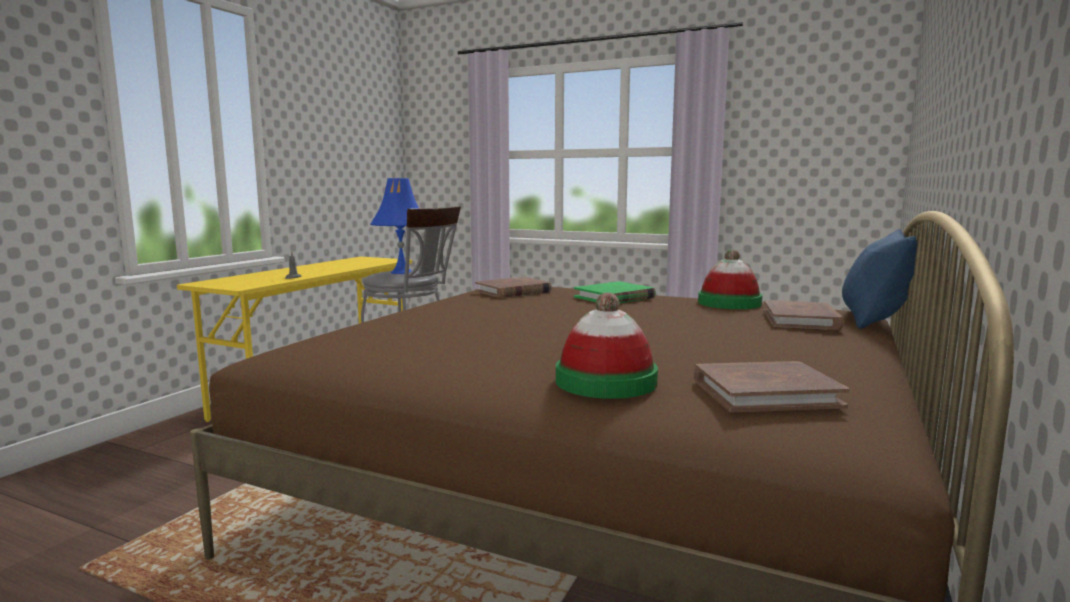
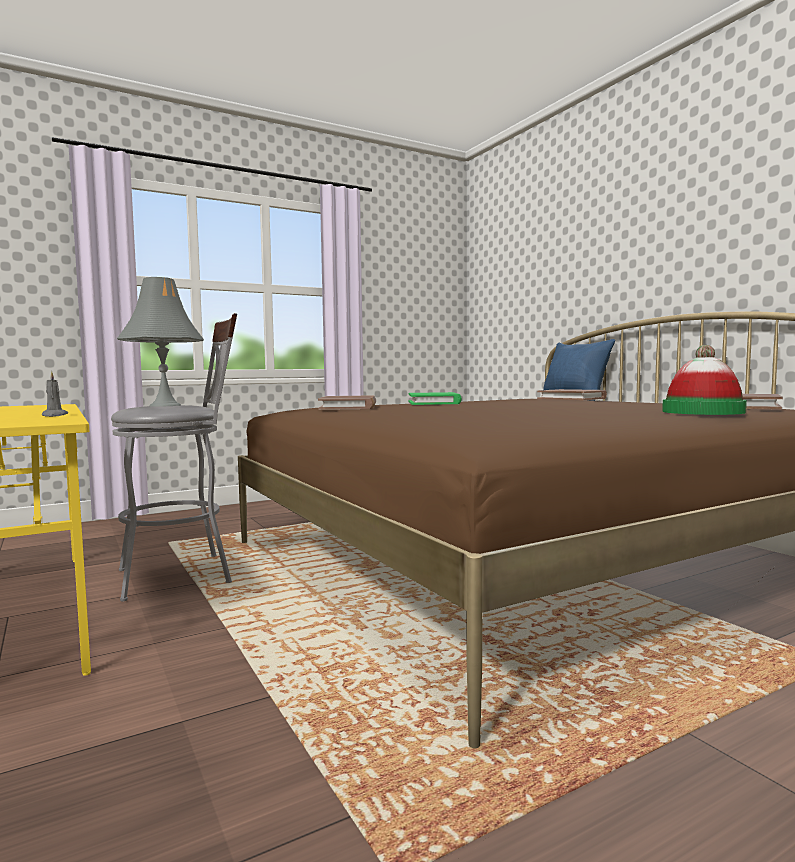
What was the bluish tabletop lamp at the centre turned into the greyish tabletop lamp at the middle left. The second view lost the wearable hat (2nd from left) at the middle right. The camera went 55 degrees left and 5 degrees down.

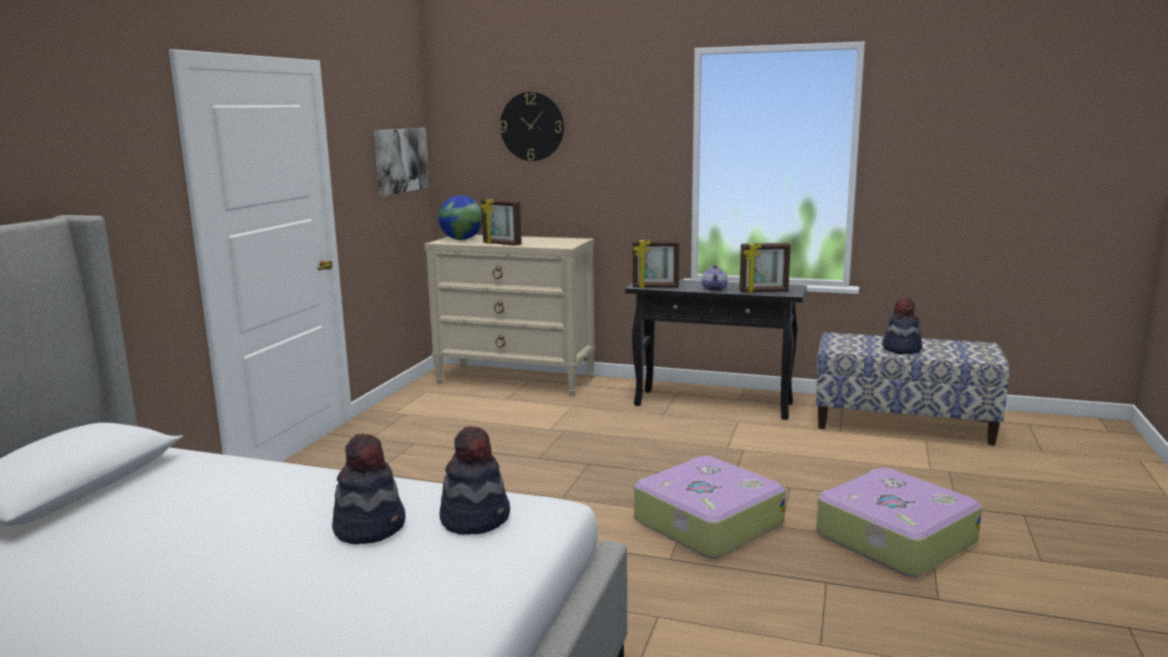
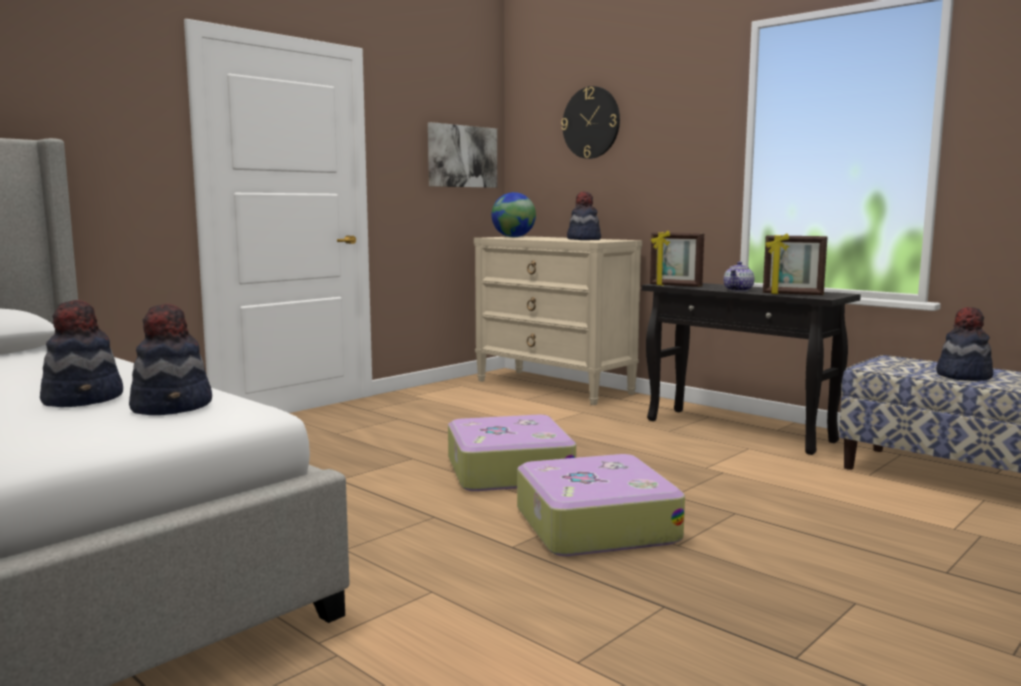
The second view lost the standing frame (1st from left) at the centre. The suitcase (2nd from left in the first image) ended up elsewhere, having gone from the bottom right to the centre. The second view gained the wearable hat (3rd from left) at the top centre. The camera went 25 degrees right and 5 degrees down.

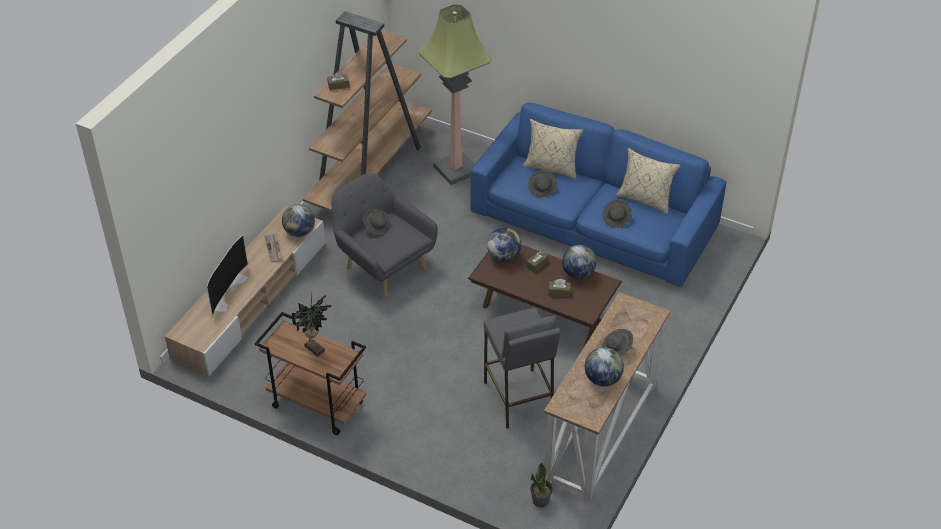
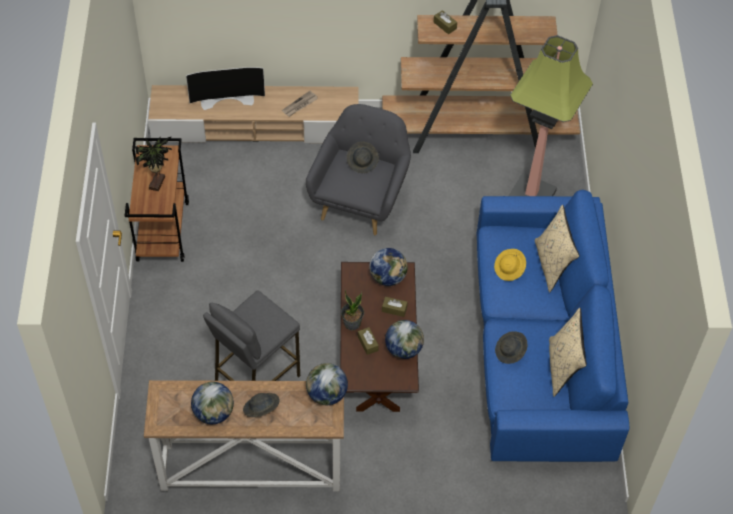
The globe (1st from left in the first image) ended up elsewhere, having gone from the middle left to the bottom centre. What was the greyish wearable hat (2nd from left) at the centre turned into the yellow wearable hat at the middle right. The houseplant (2nd from left) ended up elsewhere, having gone from the bottom centre to the centre. The camera went 60 degrees right and 10 degrees up.

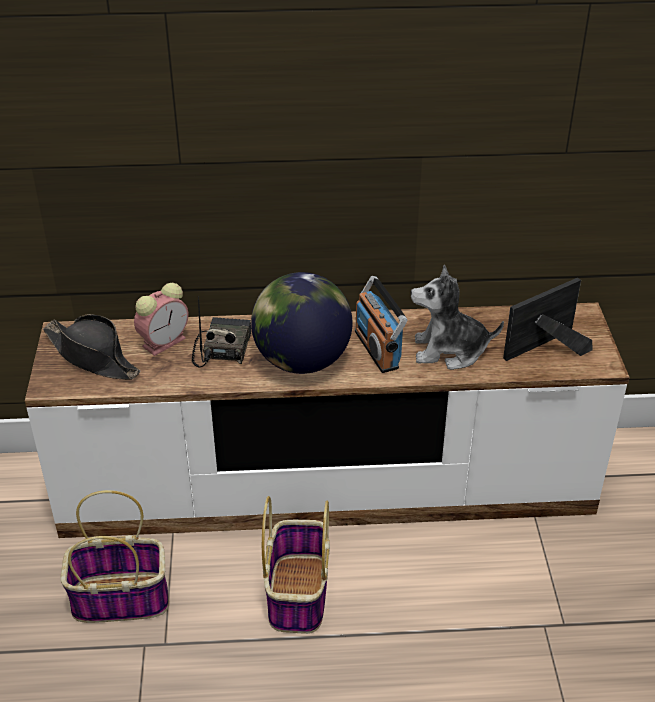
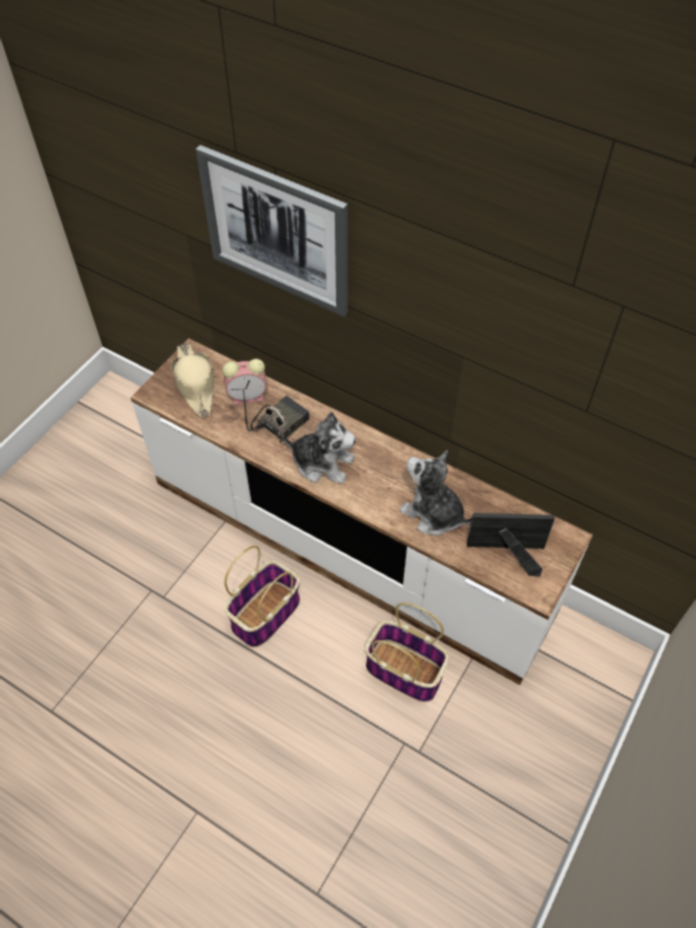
What was the blackish wearable hat at the middle left turned into the beige-coloured wearable hat at the middle left. The storage basket (1st from left in the first image) ended up elsewhere, having gone from the bottom left to the bottom centre. Where the globe stood at the centre, the cuddly toy (1st from left) came to stand at the centre. The second view lost the radio receiver (2nd from left) at the centre. The second view gained the wall art at the top centre. The camera went 35 degrees right and 15 degrees up.

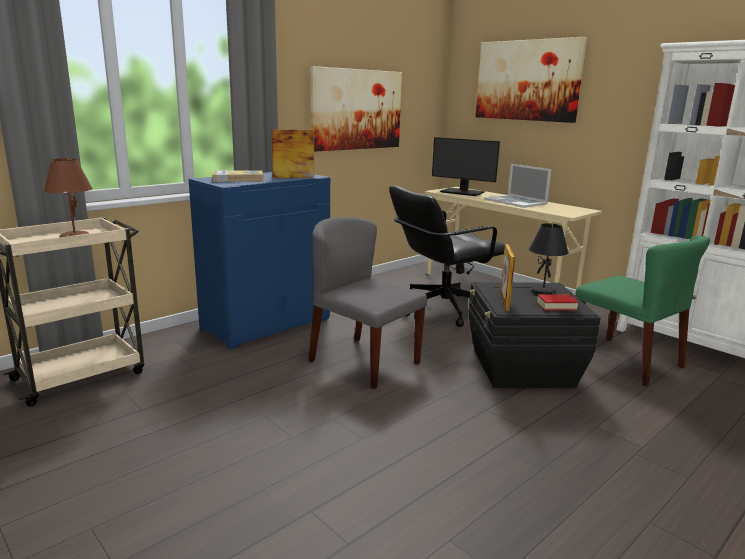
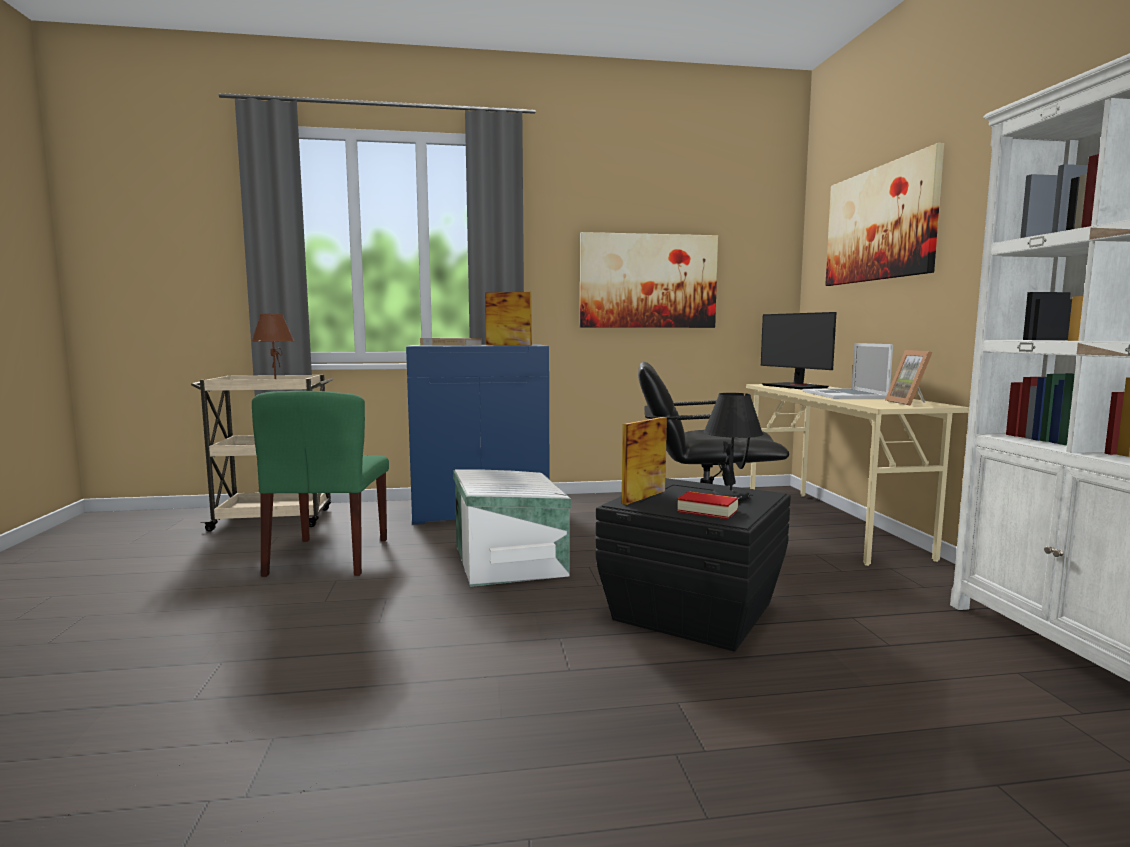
Where the greyish plain chair stood at the centre, the white-coloured storage container came to stand at the centre. The green-coloured plain chair ended up elsewhere, having gone from the middle right to the middle left. The second view gained the standing frame (3rd from left) at the middle right. The camera went 35 degrees right and 10 degrees down.

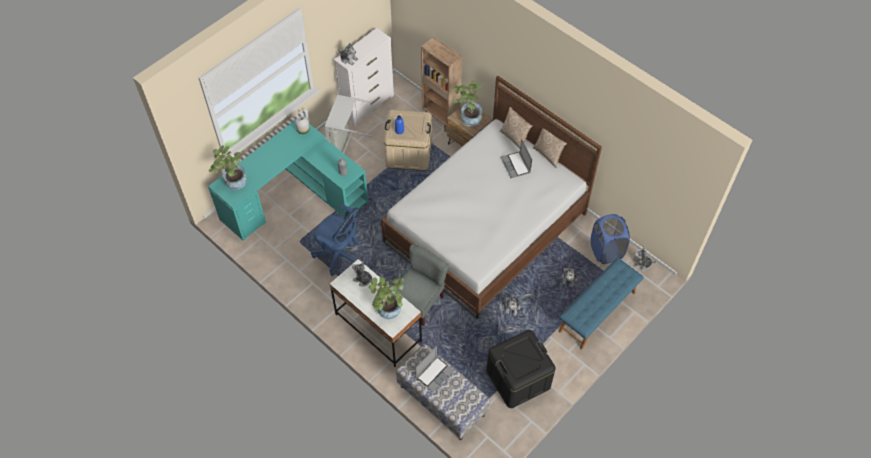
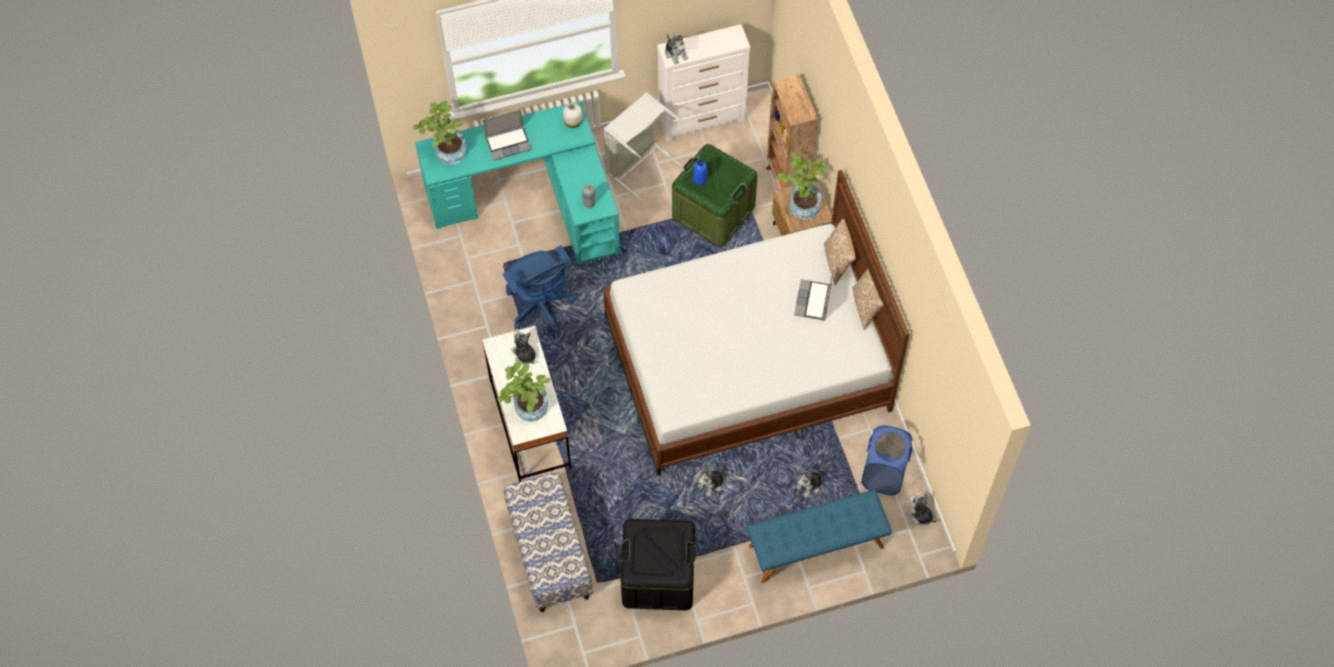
What was the beige-coloured storage container at the top centre turned into the green-coloured storage container at the top centre. The second view lost the greyish plain chair at the centre. The notebook computer (1st from left) ended up elsewhere, having gone from the bottom centre to the top centre. The camera went 30 degrees right and 5 degrees up.

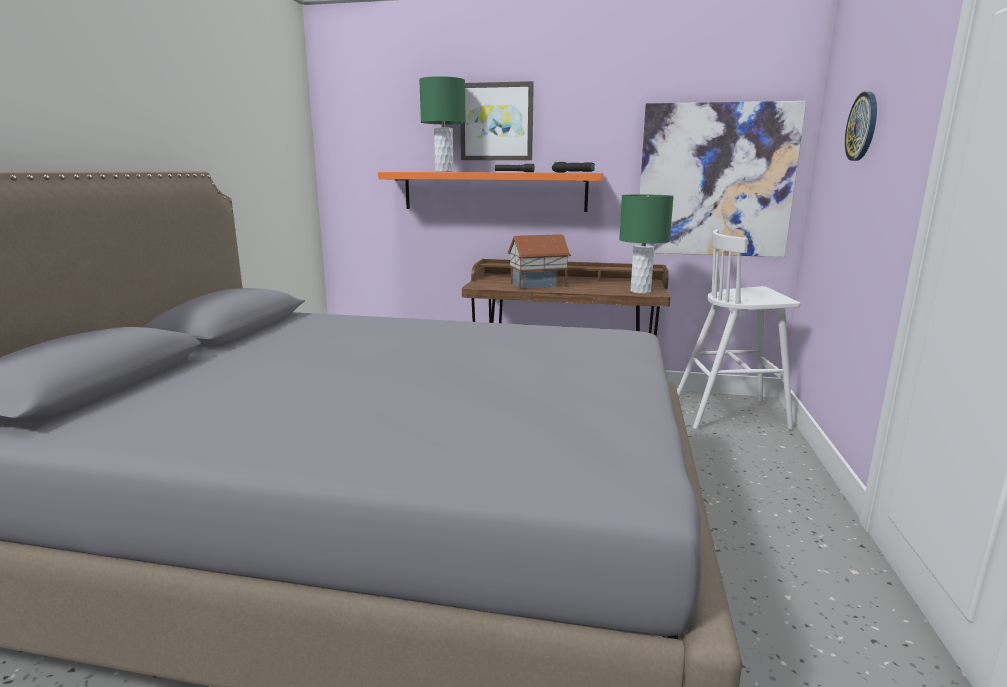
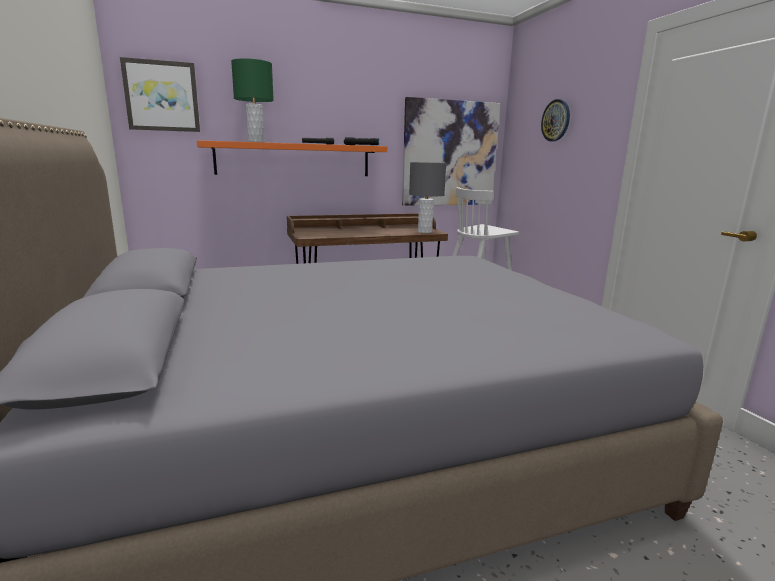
The wall art (1st from left) ended up elsewhere, having gone from the top centre to the top left. The second view lost the miniature house at the centre. What was the green-coloured tabletop lamp (2nd from left) at the centre turned into the greyish tabletop lamp at the centre. The camera went 30 degrees left and 0 degrees up.

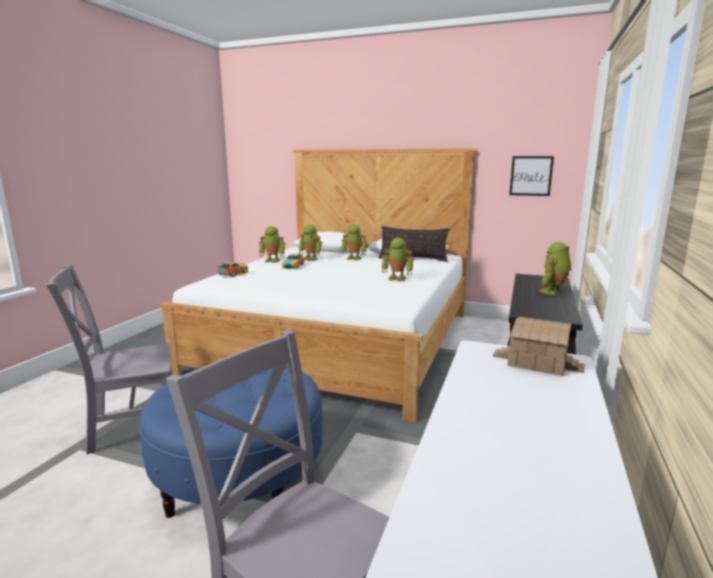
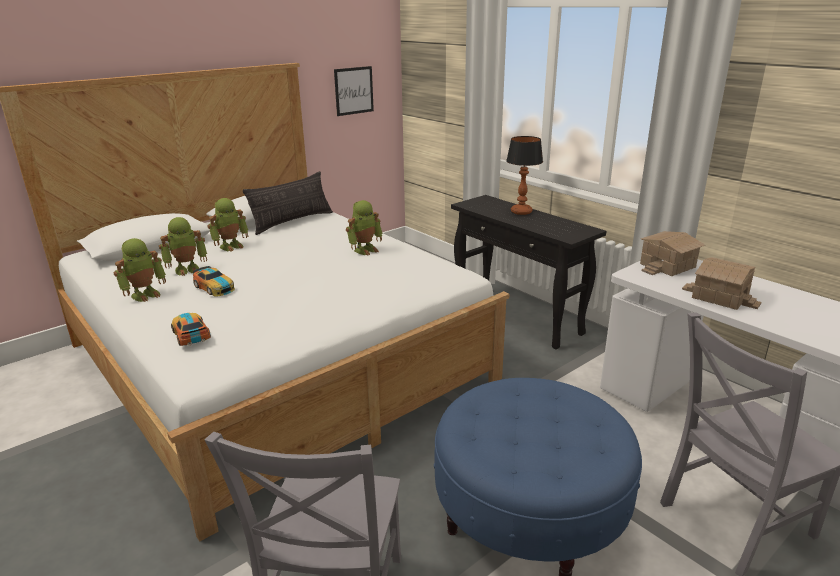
Where the robot figure (5th from left) stood at the middle right, the tabletop lamp came to stand at the top centre. The second view gained the miniature house (2nd from left) at the middle right. The camera went 60 degrees left and 10 degrees up.

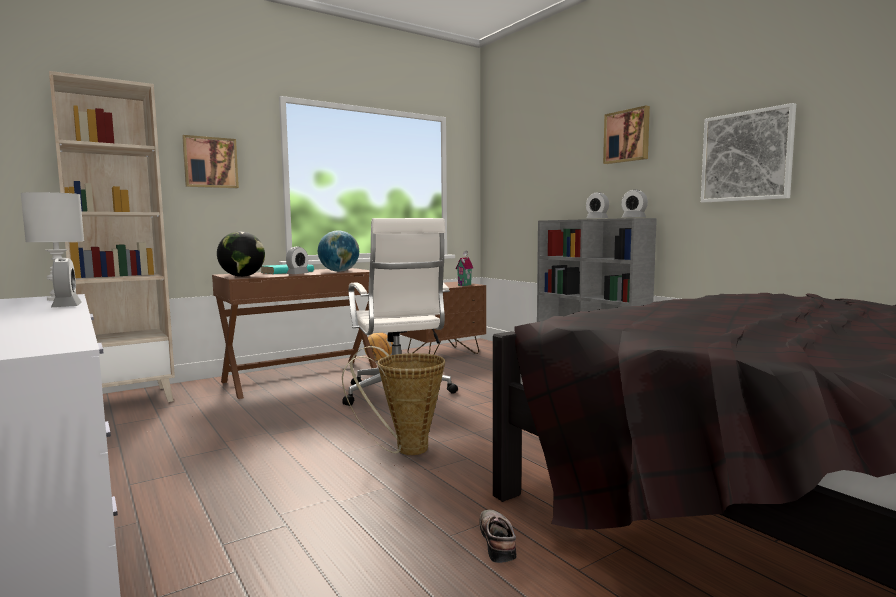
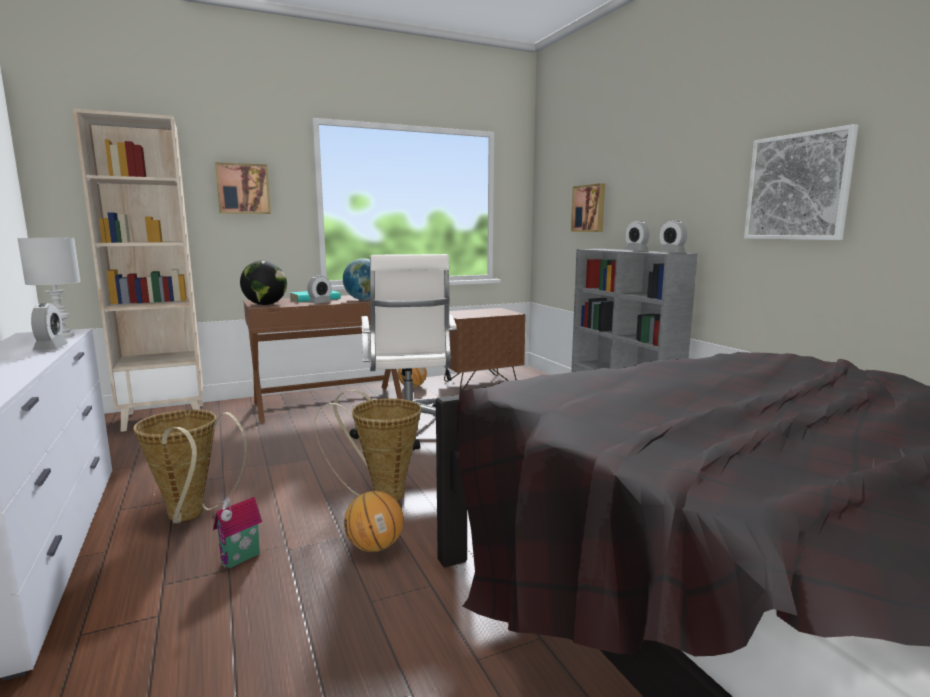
The miniature house ended up elsewhere, having gone from the centre to the bottom left. The second view lost the item of footwear at the bottom centre. The wall art (2nd from left) ended up elsewhere, having gone from the top right to the top centre. The second view gained the storage basket (1st from left) at the bottom left. The second view gained the basketball (1st from left) at the bottom centre. The camera went 10 degrees right and 5 degrees up.

